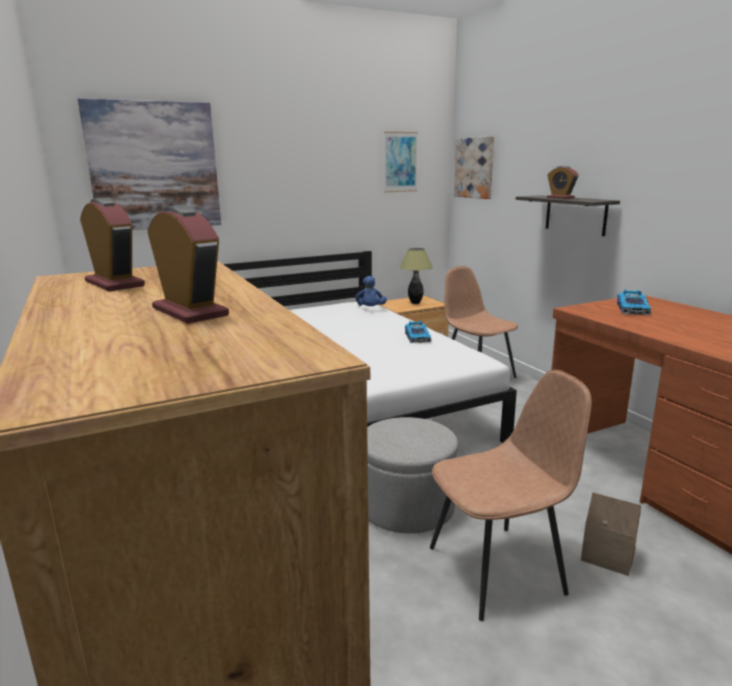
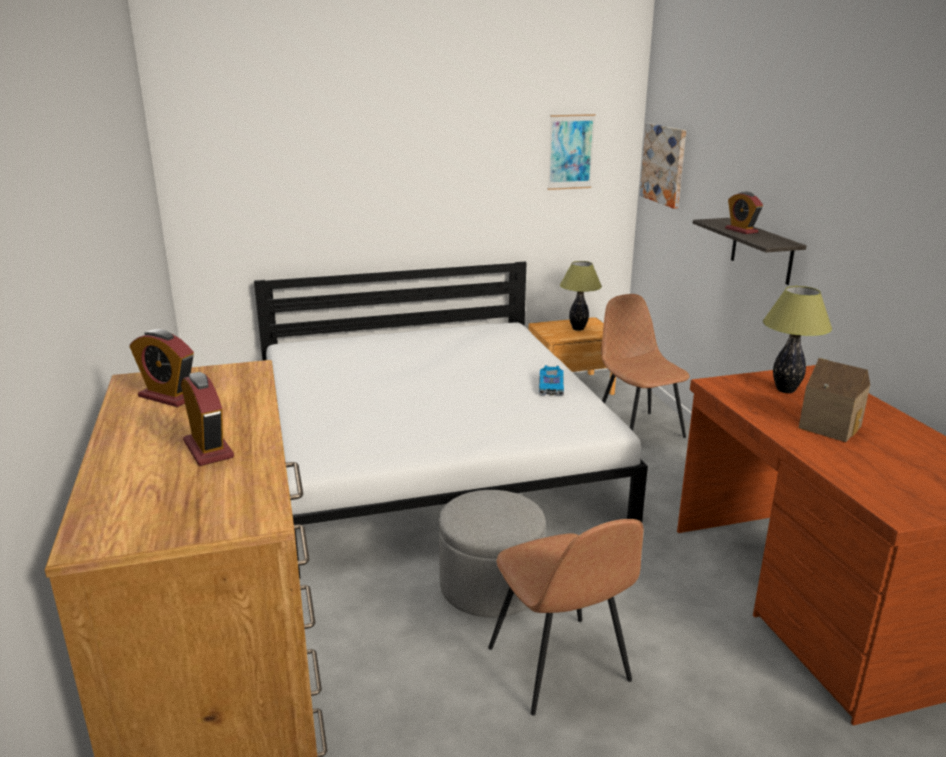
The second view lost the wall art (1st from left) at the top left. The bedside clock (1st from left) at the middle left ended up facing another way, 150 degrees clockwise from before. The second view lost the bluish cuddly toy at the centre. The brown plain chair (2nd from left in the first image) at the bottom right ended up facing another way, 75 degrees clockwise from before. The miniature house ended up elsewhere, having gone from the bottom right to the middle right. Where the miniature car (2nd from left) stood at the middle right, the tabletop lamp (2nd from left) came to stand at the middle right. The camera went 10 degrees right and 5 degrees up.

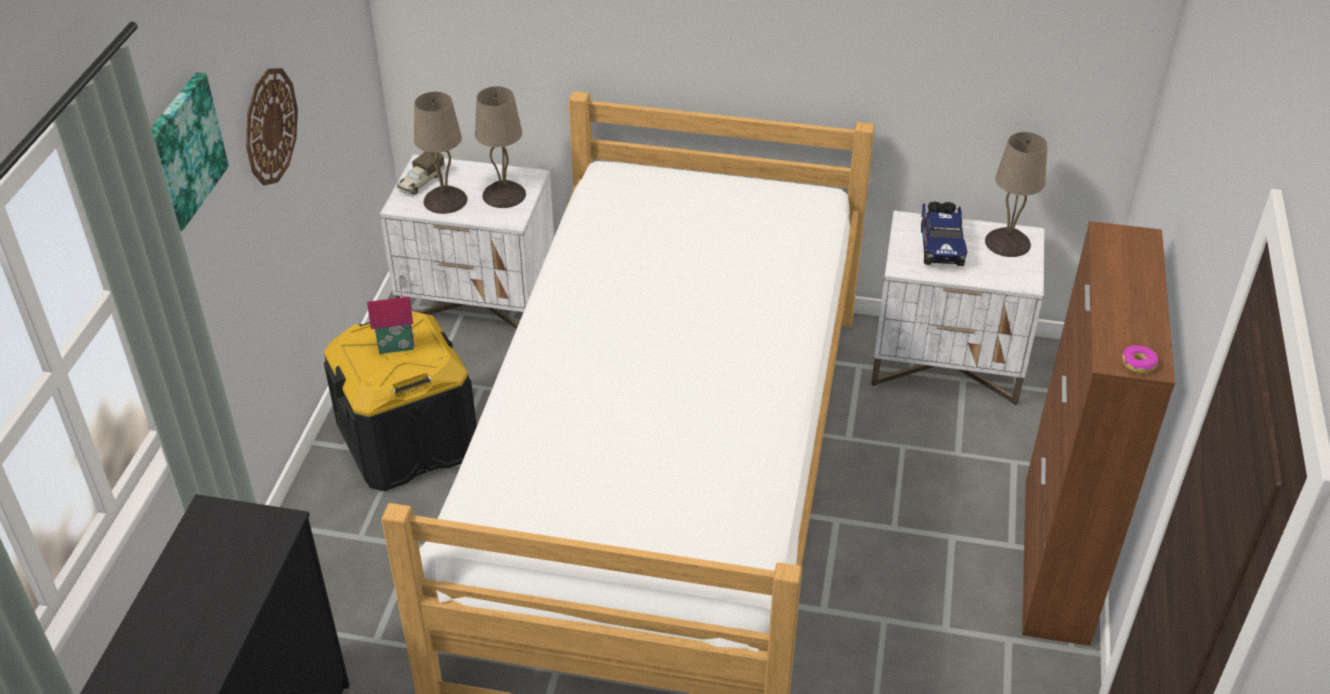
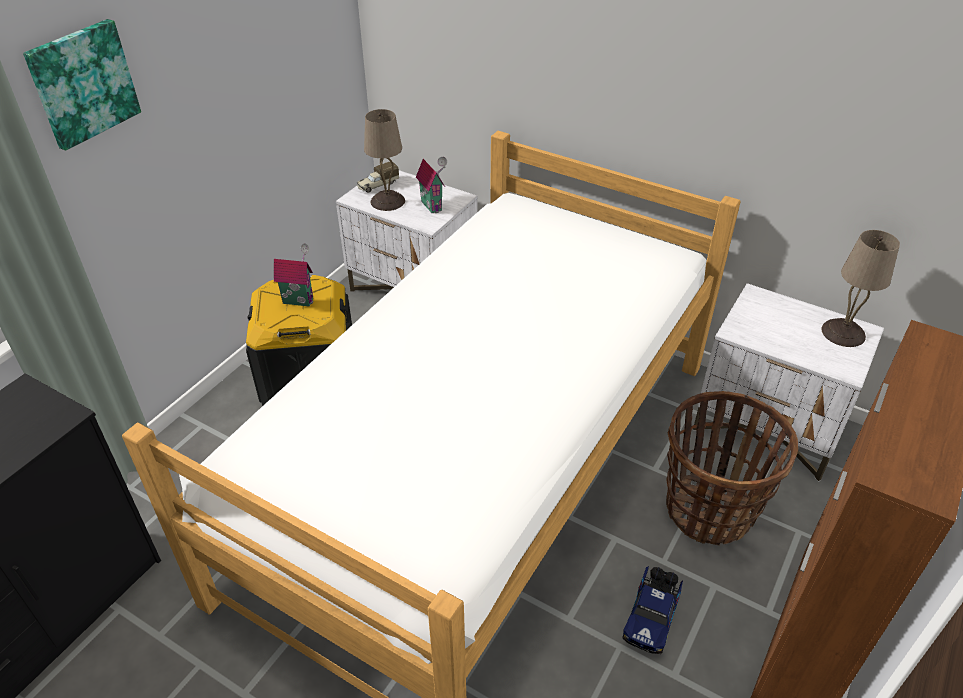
The second view lost the hanging clock at the top left. Where the beige-coloured tabletop lamp (2nd from left) stood at the top centre, the miniature house (2nd from left) came to stand at the top centre. The toy lorry (2nd from left) ended up elsewhere, having gone from the middle right to the bottom right. The second view lost the donut at the middle right. The second view gained the storage basket at the bottom right. The camera went 20 degrees right and 0 degrees up.

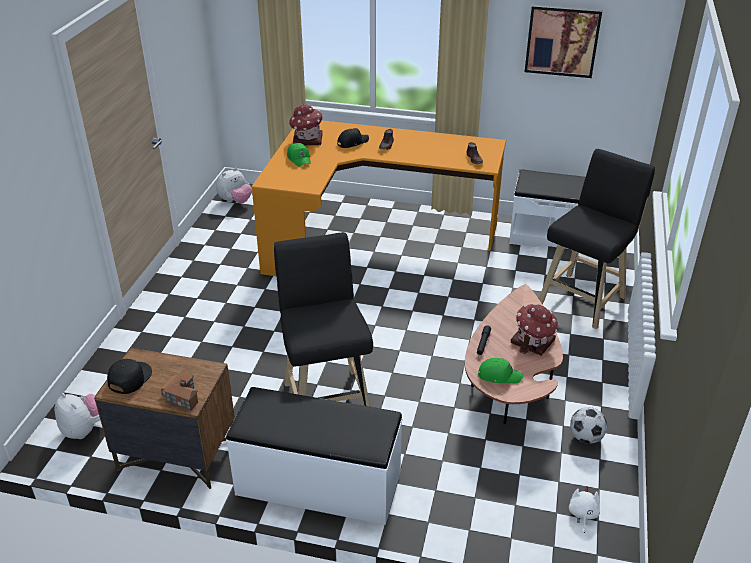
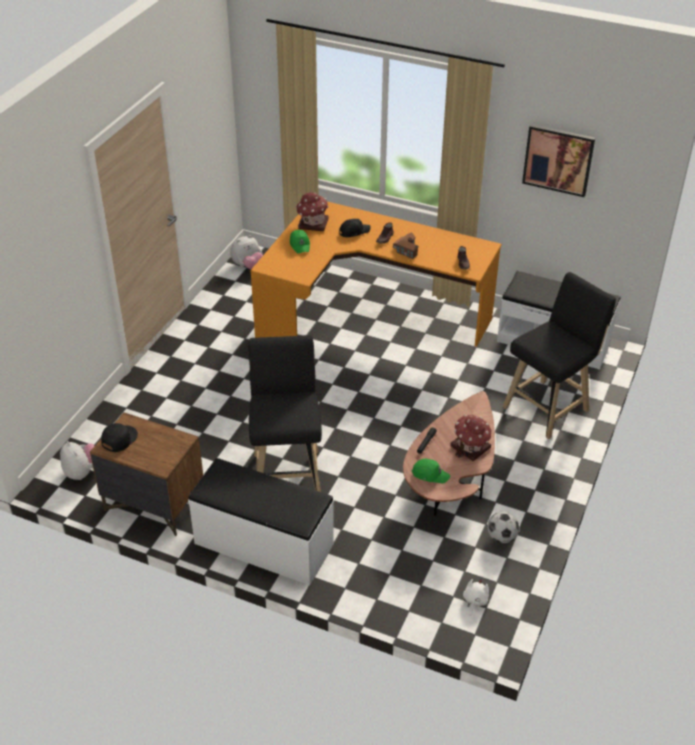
The miniature house (1st from left in the first image) ended up elsewhere, having gone from the bottom left to the top centre. The camera went 10 degrees right and 5 degrees up.

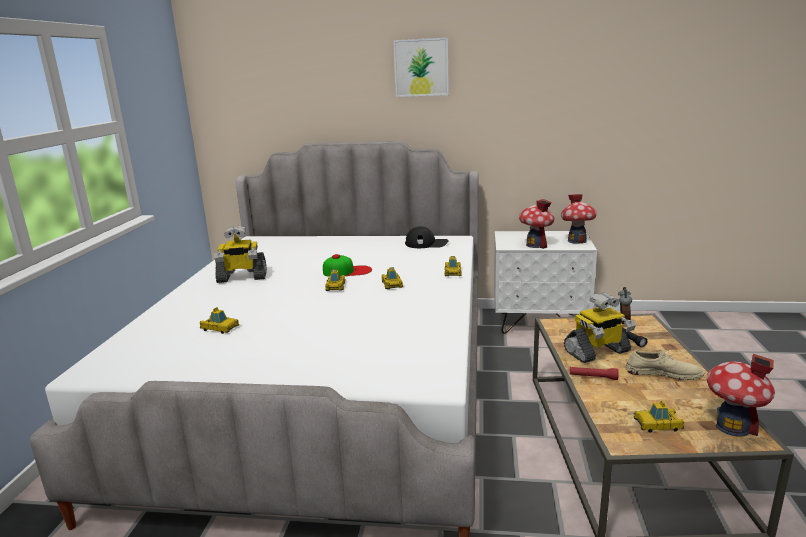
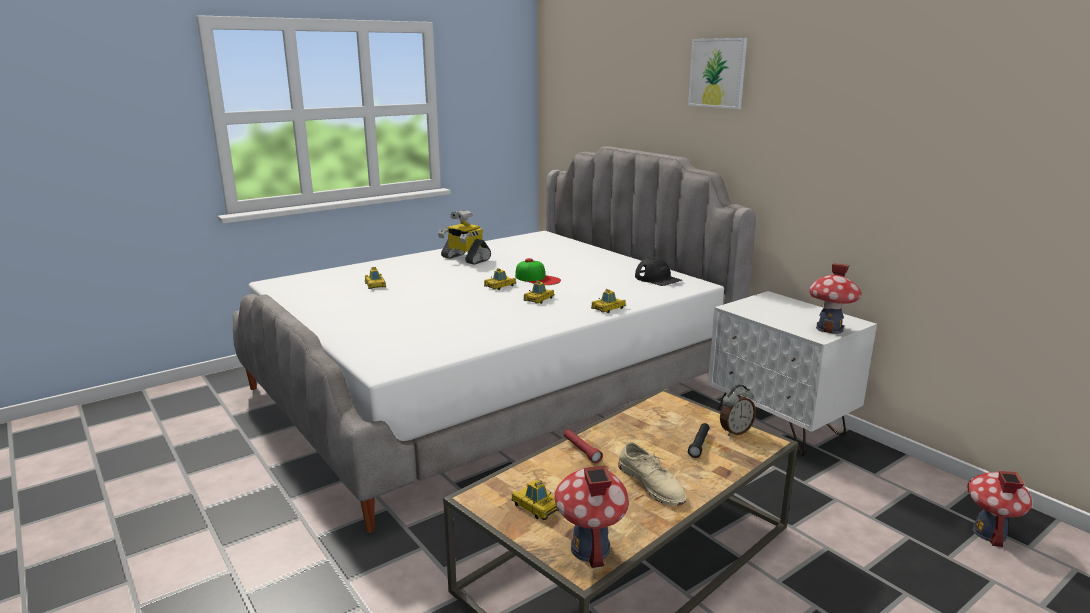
The miniature house (1st from left in the first image) ended up elsewhere, having gone from the centre to the bottom right. The second view lost the robot figure (2nd from left) at the middle right. The camera went 45 degrees right and 0 degrees up.

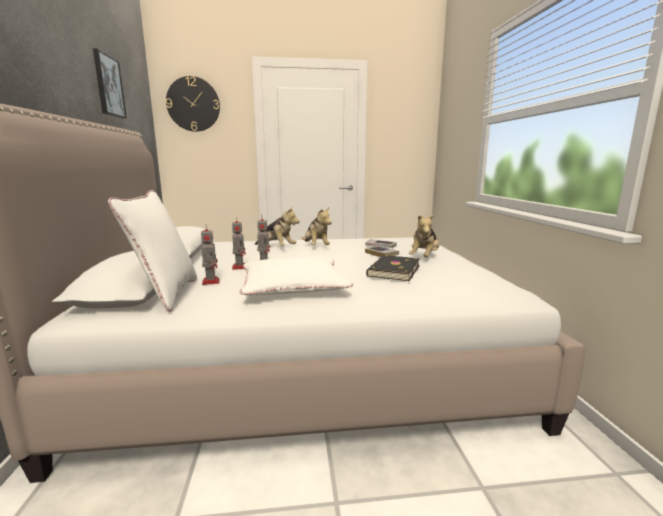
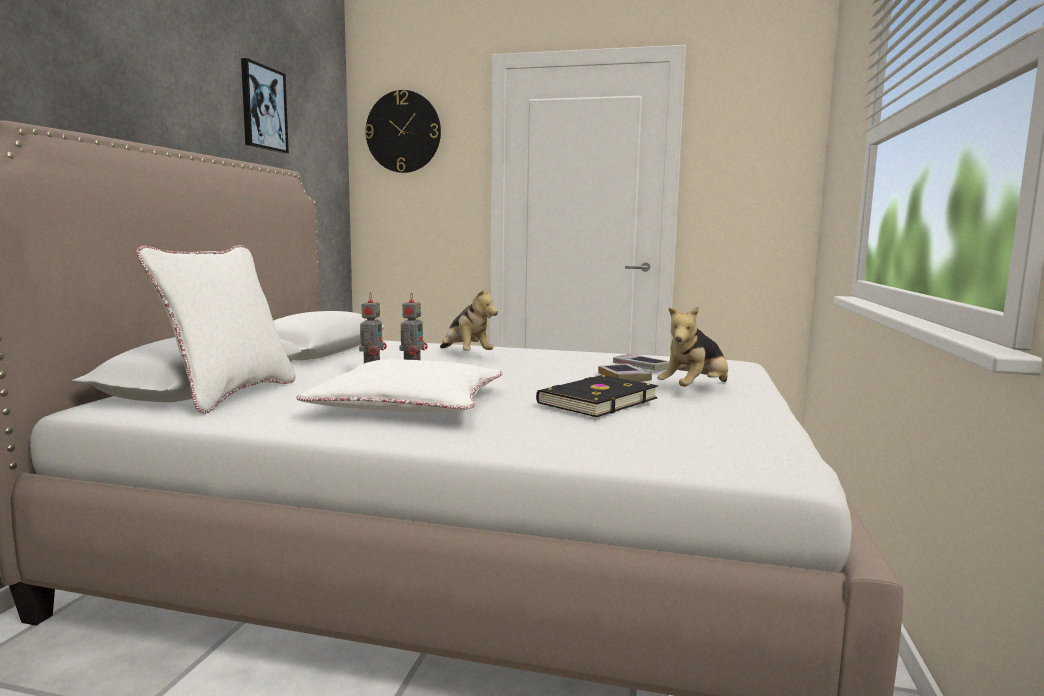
The second view lost the robot figure (1st from left) at the middle left. The second view lost the cuddly toy (2nd from left) at the centre. The camera went 20 degrees right and 5 degrees down.

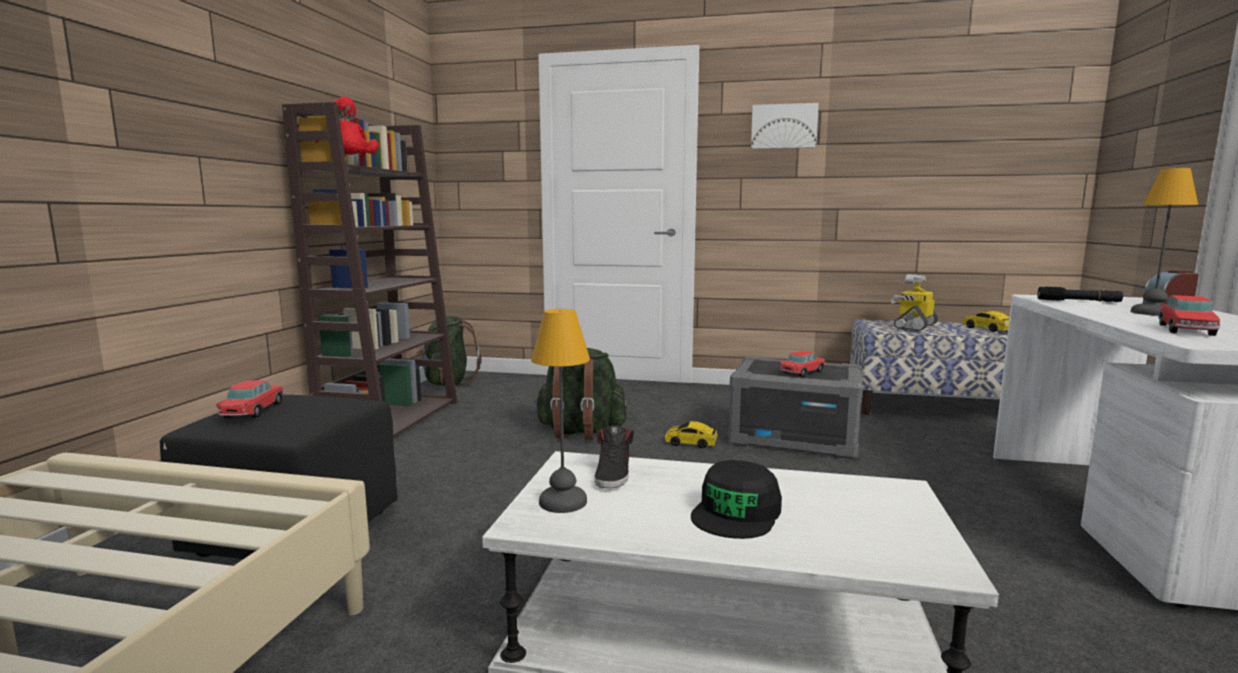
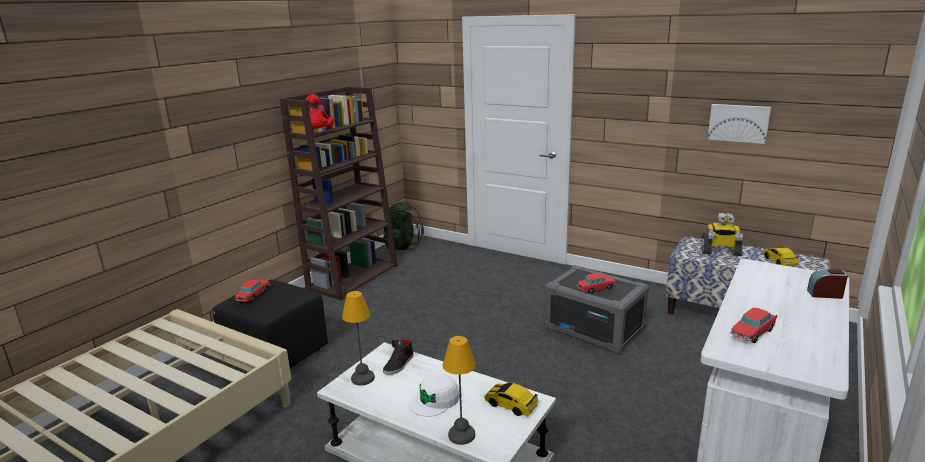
The second view lost the green-coloured rucksack (2nd from left) at the centre. The miniature car (2nd from left) ended up elsewhere, having gone from the centre to the bottom centre. What was the blackish peaked cap at the bottom centre turned into the white-coloured peaked cap at the bottom centre. The wall art ended up elsewhere, having gone from the top centre to the top right. The robot figure at the middle right ended up facing another way, 135 degrees counterclockwise from before. The second view lost the blackish hand torch at the middle right. The tabletop lamp (2nd from left) ended up elsewhere, having gone from the middle right to the bottom centre. The camera went 20 degrees right and 10 degrees up.

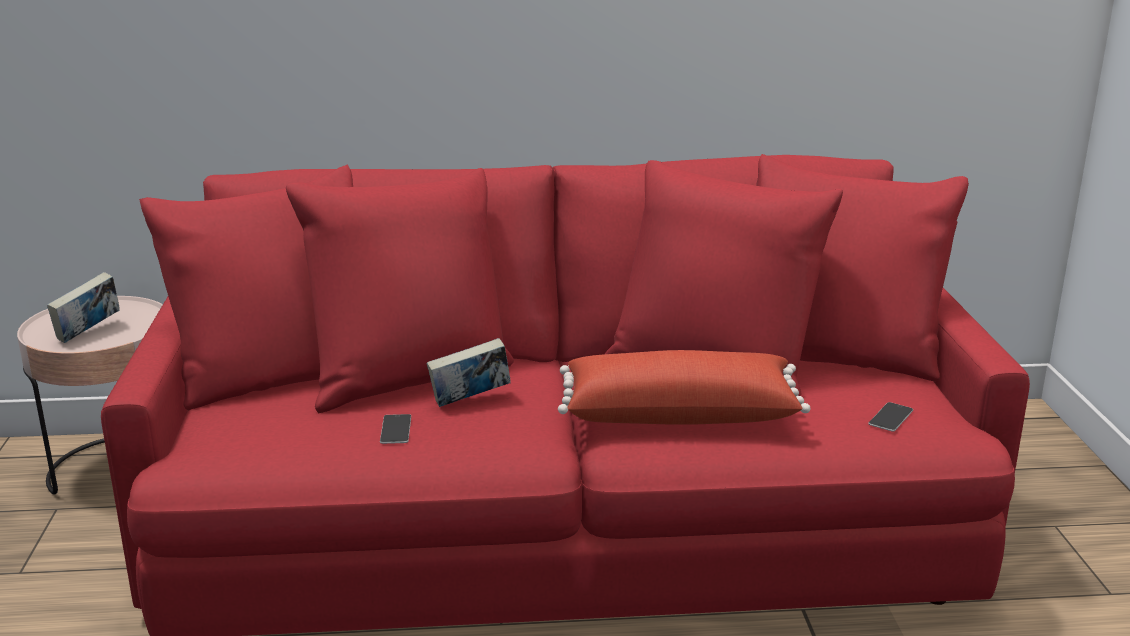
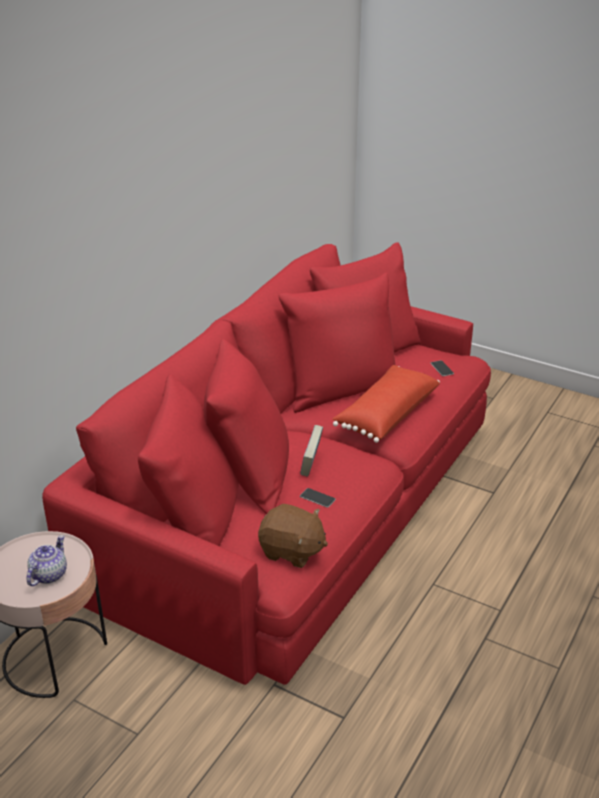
Where the bound book (1st from left) stood at the middle left, the teapot came to stand at the bottom left. The second view gained the brown cuddly toy at the bottom centre. The camera went 55 degrees left and 10 degrees up.

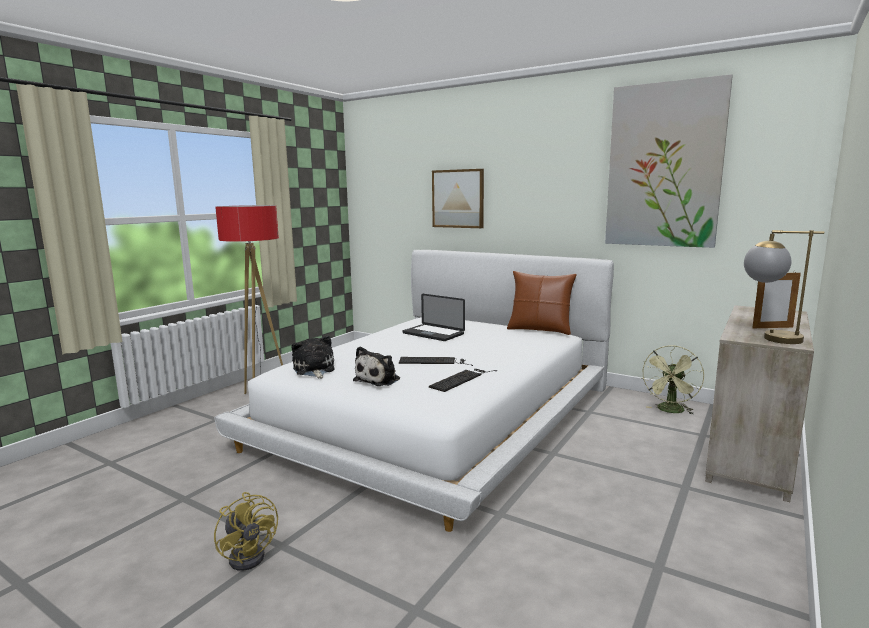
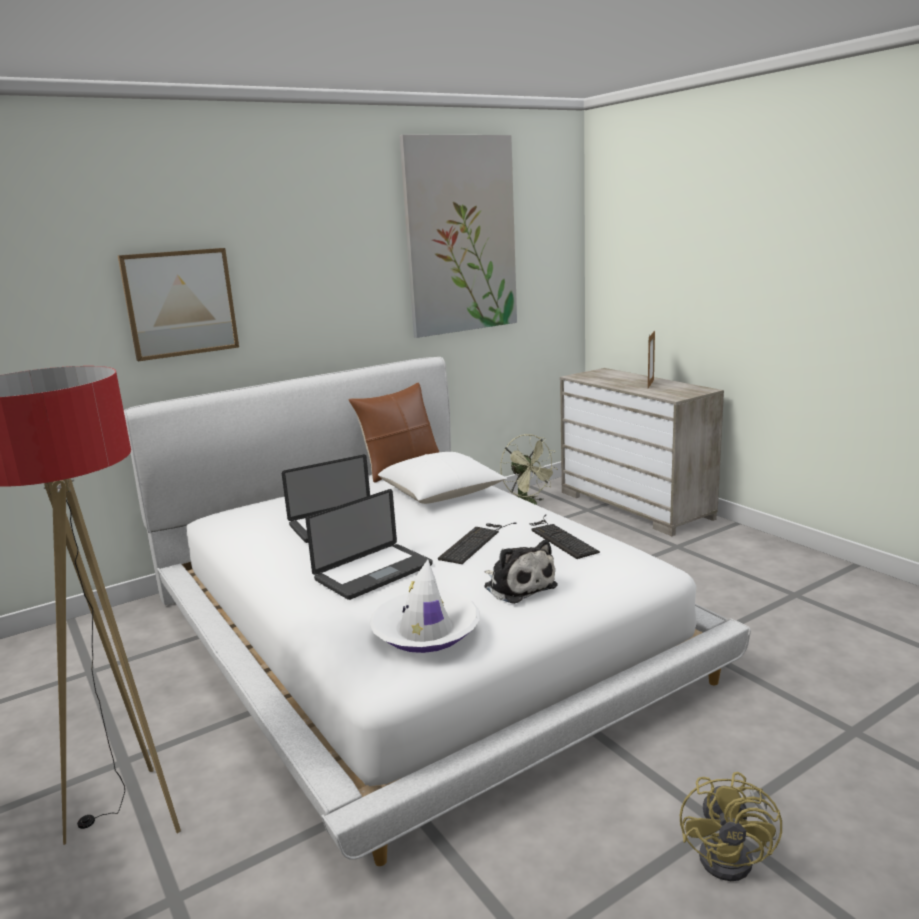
The yellow fan at the bottom left ended up facing another way, 120 degrees clockwise from before. Where the cuddly toy (1st from left) stood at the centre, the white-coloured wearable hat came to stand at the centre. The second view lost the tabletop lamp at the middle right. The second view gained the notebook computer (2nd from left) at the centre. The second view gained the white-coloured throw pillow at the centre. The camera went 65 degrees left and 5 degrees up.

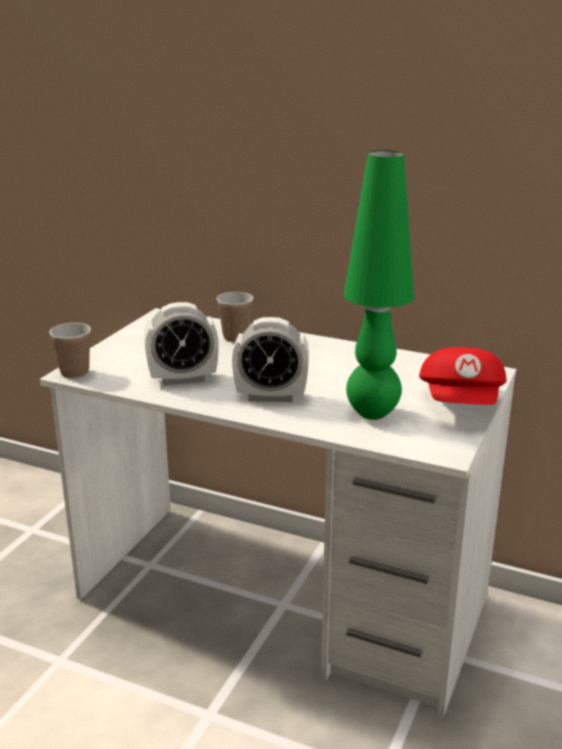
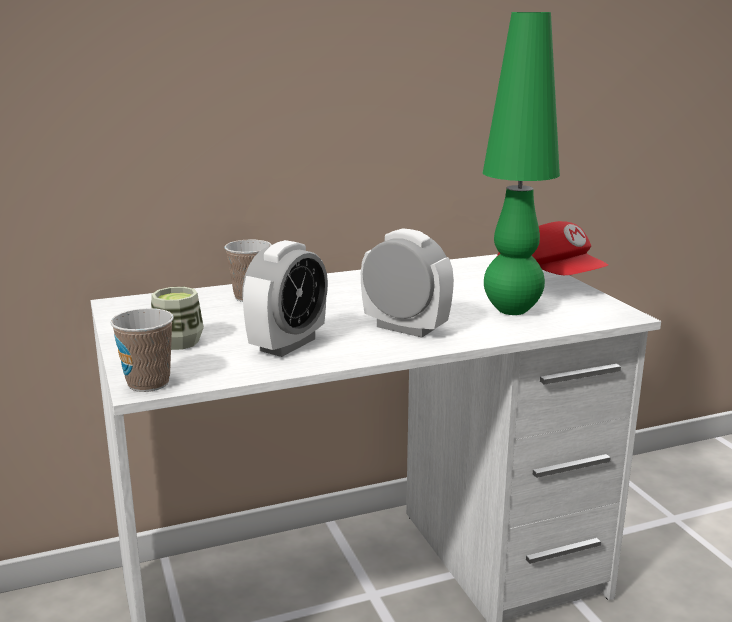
The bedside clock (2nd from left) at the centre ended up facing another way, 105 degrees counterclockwise from before. The second view gained the cup (2nd from left) at the middle left. The camera went 45 degrees left and 5 degrees down.

